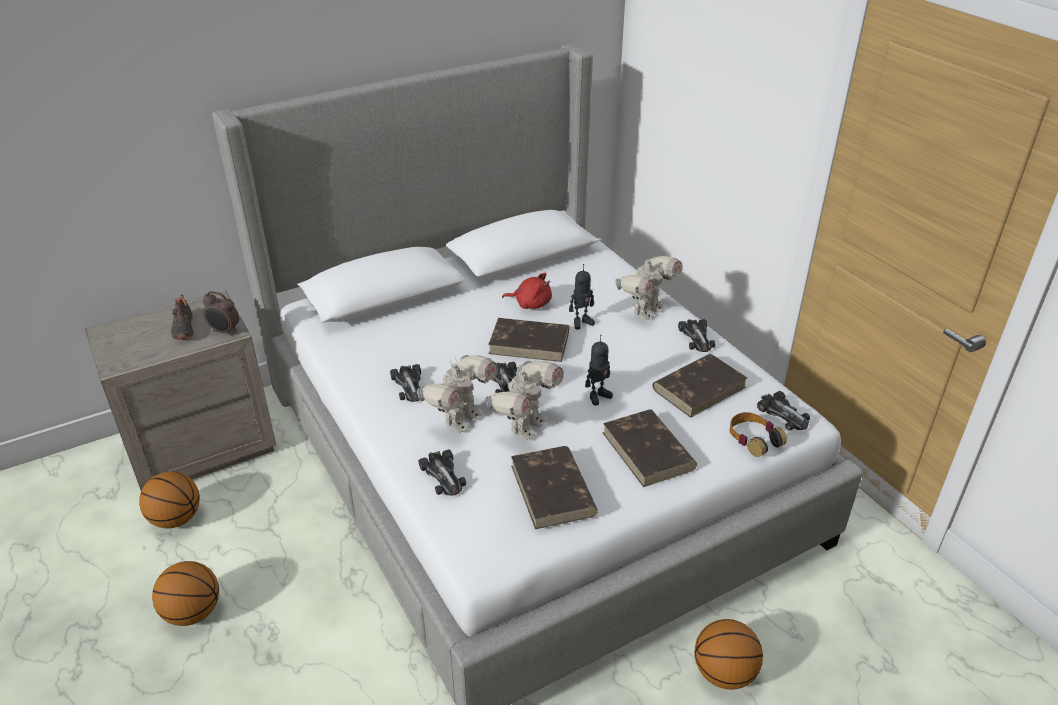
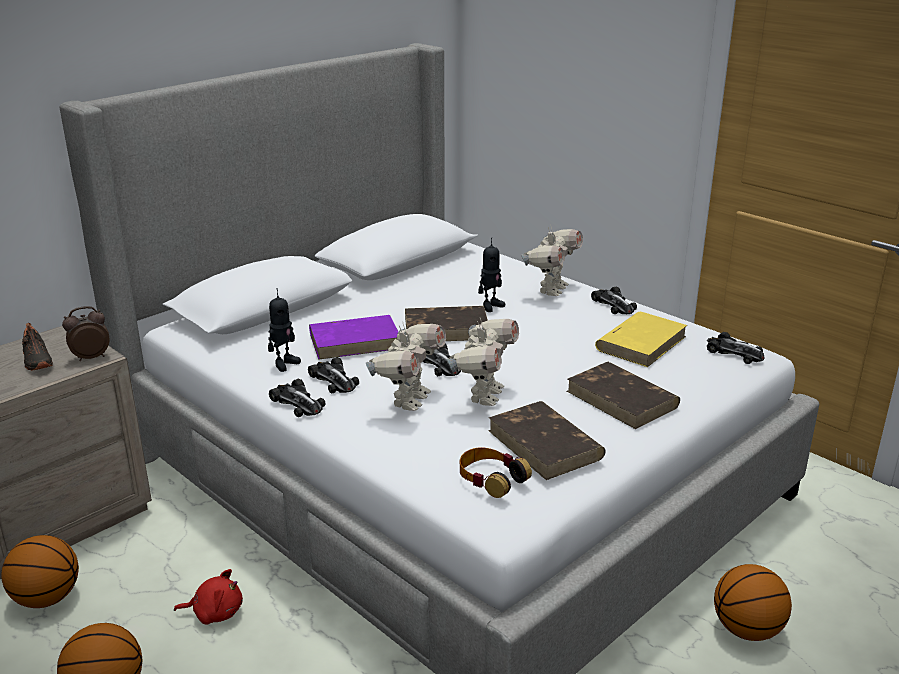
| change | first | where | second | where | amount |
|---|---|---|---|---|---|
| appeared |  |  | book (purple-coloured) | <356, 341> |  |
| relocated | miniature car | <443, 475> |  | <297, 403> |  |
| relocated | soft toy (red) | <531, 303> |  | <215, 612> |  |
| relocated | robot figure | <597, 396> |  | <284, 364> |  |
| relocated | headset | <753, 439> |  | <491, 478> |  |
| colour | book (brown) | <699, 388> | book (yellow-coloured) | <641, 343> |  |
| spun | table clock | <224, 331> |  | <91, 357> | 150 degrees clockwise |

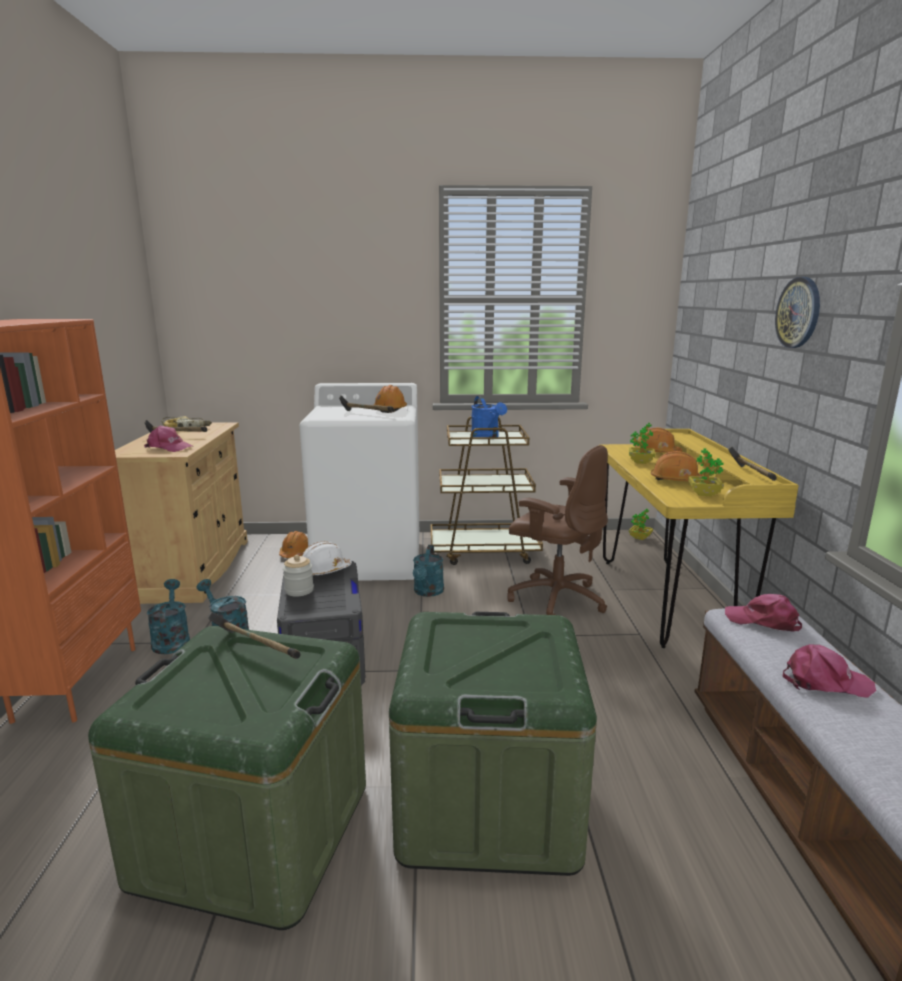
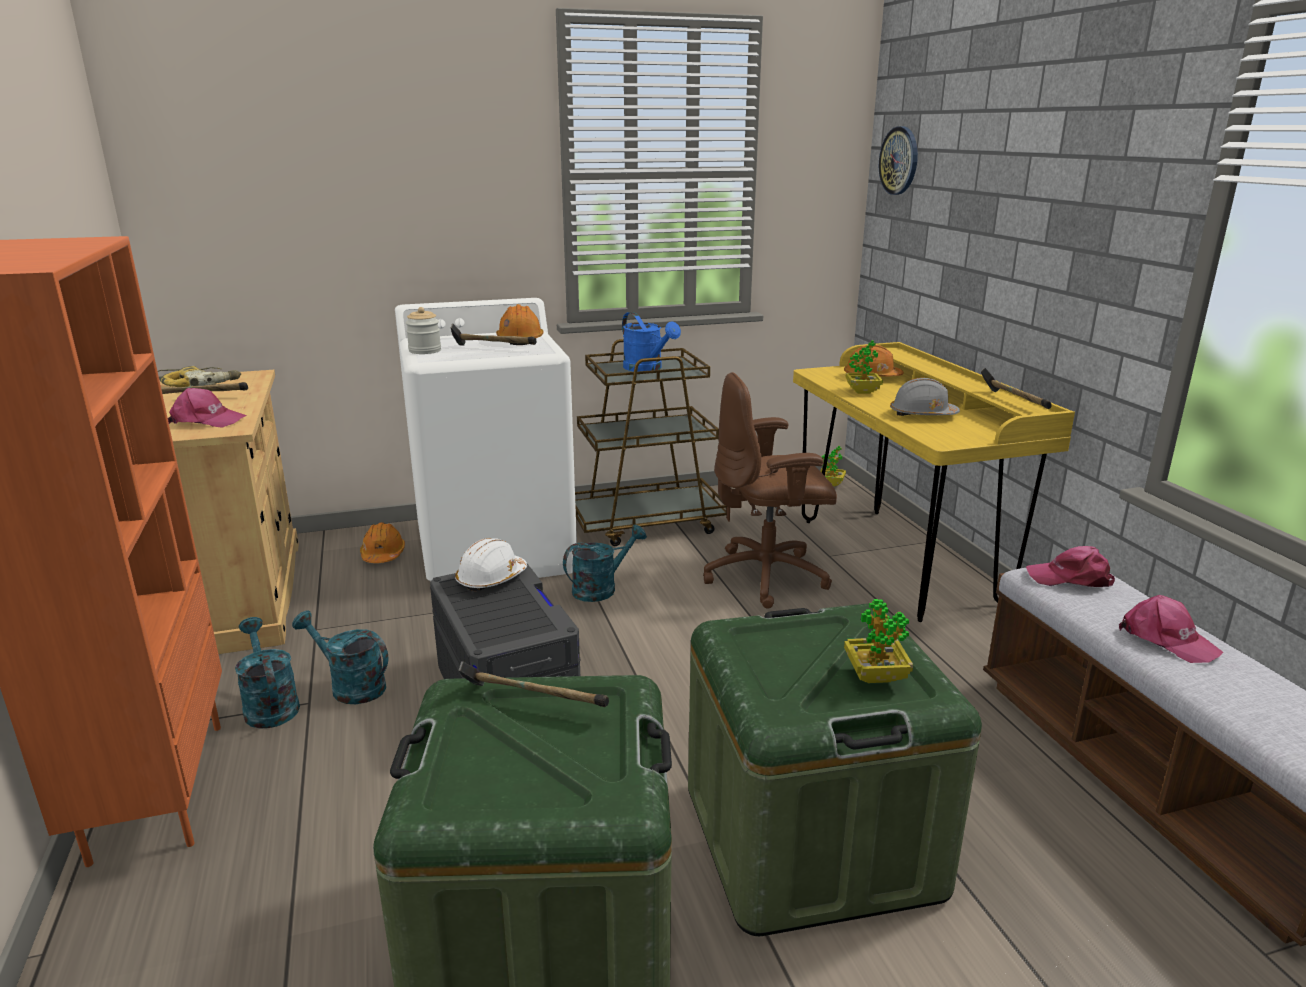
| change | first | where | second | where | amount |
|---|---|---|---|---|---|
| relocated | preserve jar | <299, 590> |  | <425, 351> |  |
| relocated | houseplant | <704, 494> |  | <875, 676> |  |
| relocated | wall clock | <798, 312> |  | <899, 160> |  |
| colour | hard hat (orange-coloured) | <676, 481> | hard hat (greyish) | <922, 415> |  |
| spun | watering can (turquoise-coloured) | <428, 592> |  | <601, 588> | 120 degrees counterclockwise |
| spun | office chair (brown) | <555, 599> |  | <768, 577> | 150 degrees clockwise |
| spun | cap (pink-coloured) | <824, 681> |  | <1166, 639> | 60 degrees clockwise |

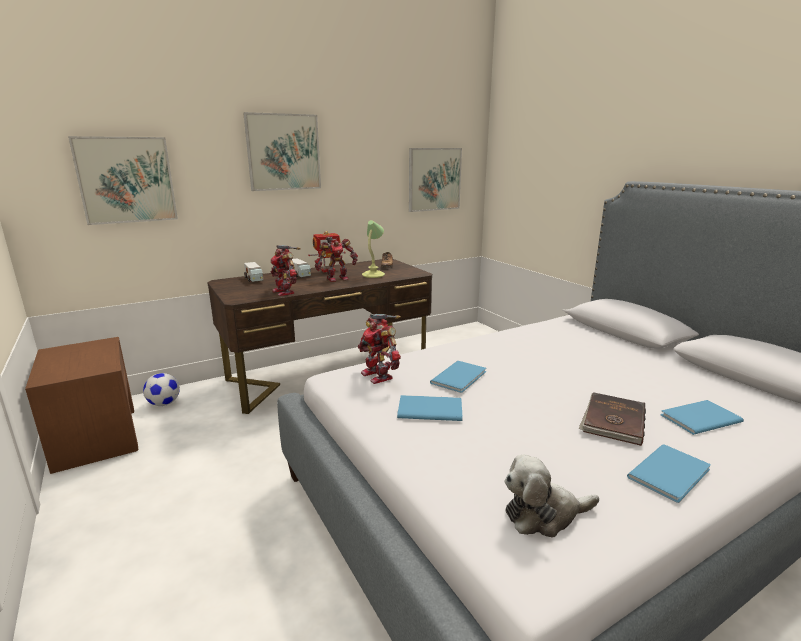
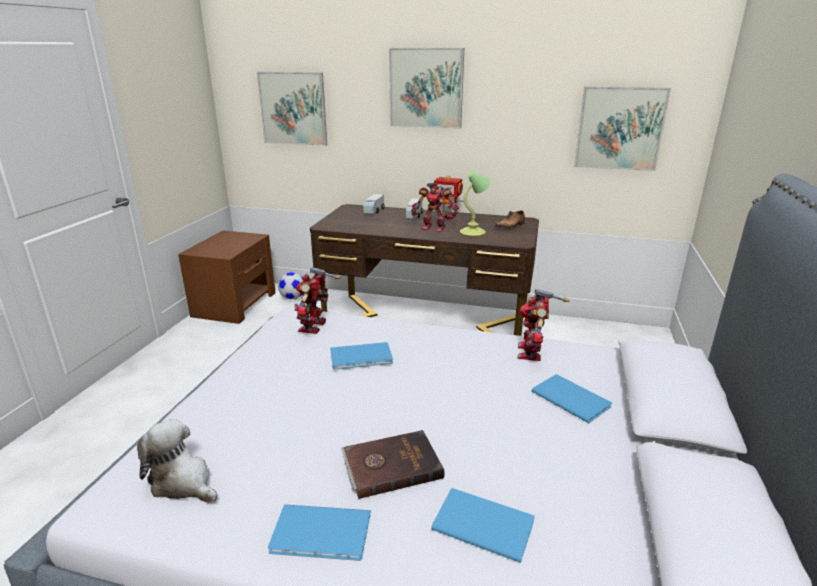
| change | first | where | second | where | amount |
|---|---|---|---|---|---|
| relocated | robot figure | <285, 292> |  | <532, 352> |  |
| relocated | book (bluish) | <428, 409> |  | <570, 397> |  |

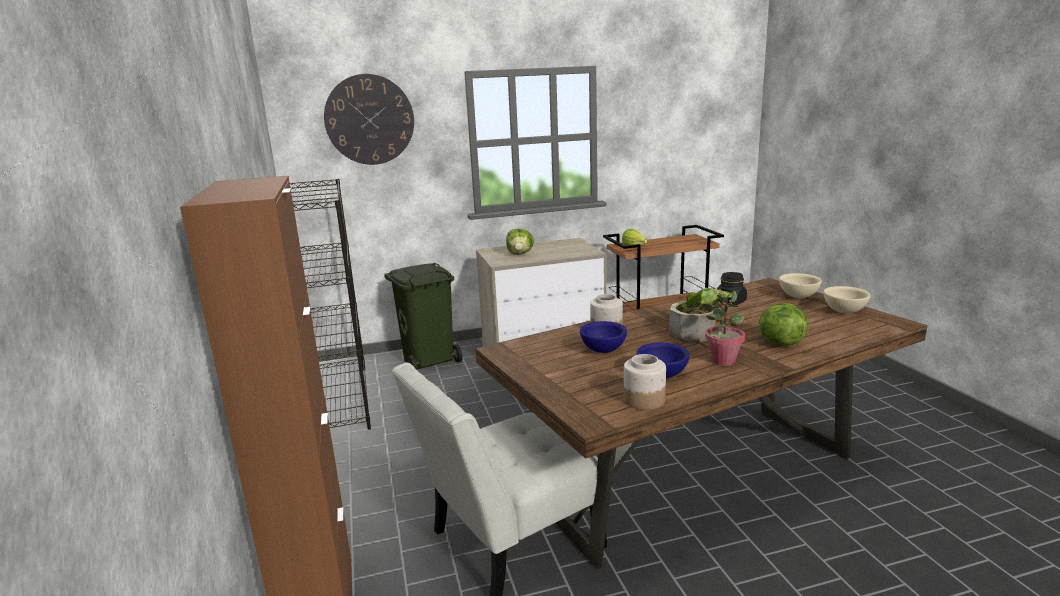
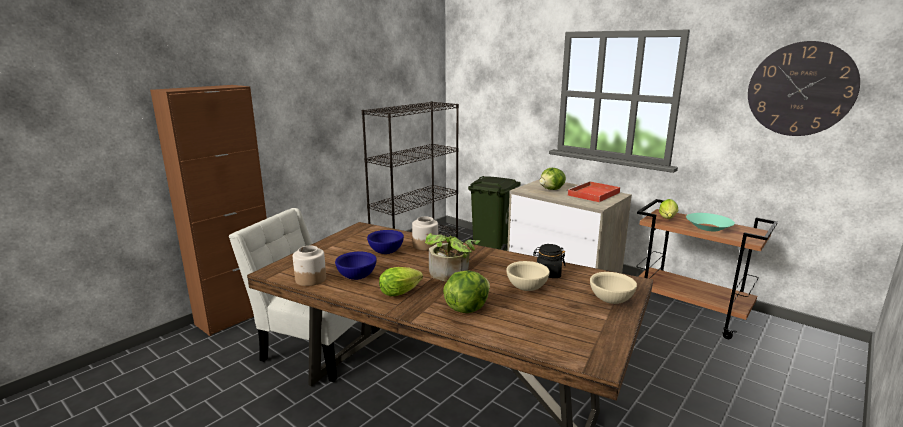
| change | first | where | second | where | amount |
|---|---|---|---|---|---|
| appeared |  |  | tray (red) | <593, 194> |  |
| appeared |  |  | serving bowl (turquoise-coloured) | <708, 227> |  |
| relocated | wall clock | <369, 120> |  | <800, 89> |  |
| relocated | serving bowl (beige-coloured) | <844, 311> |  | <526, 288> |  |
| exchanged | houseplant | <723, 361> | lettuce head | <402, 292> |  |

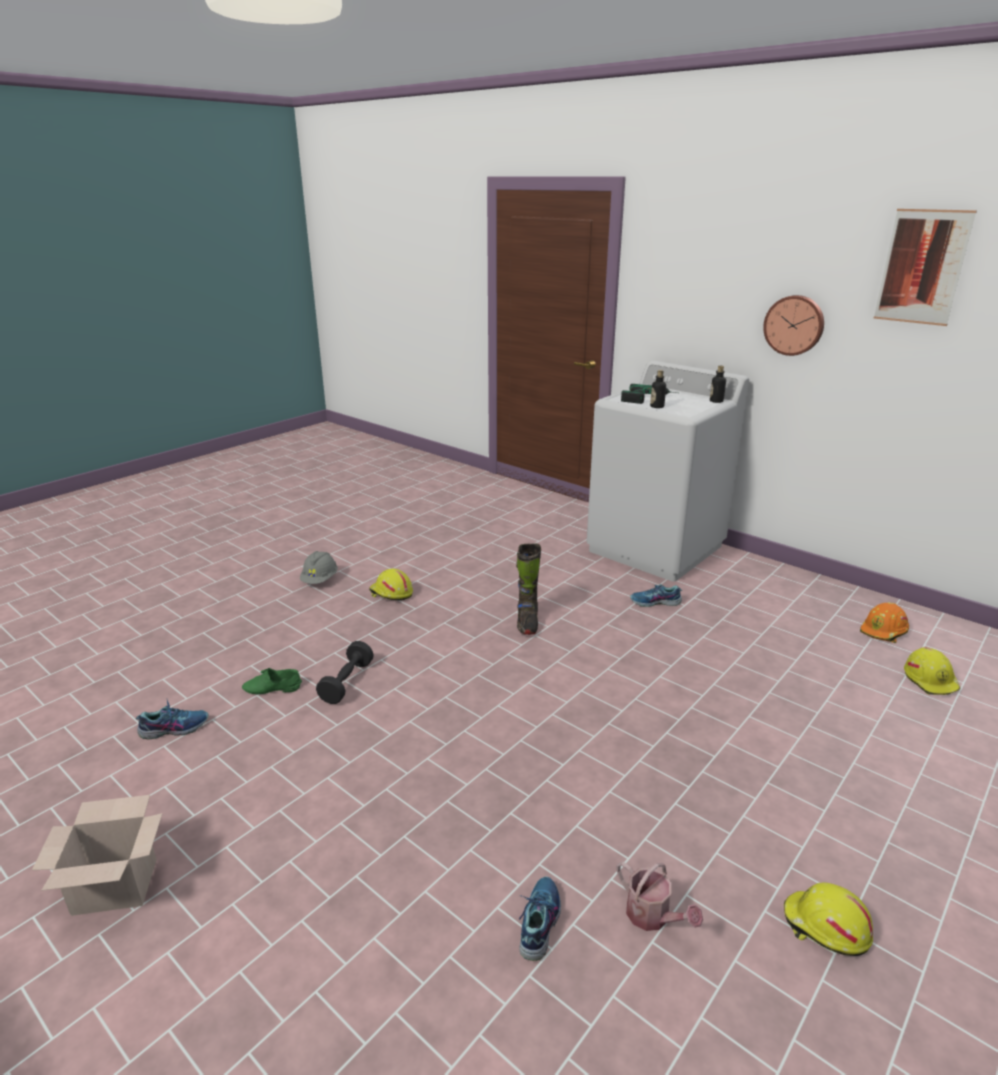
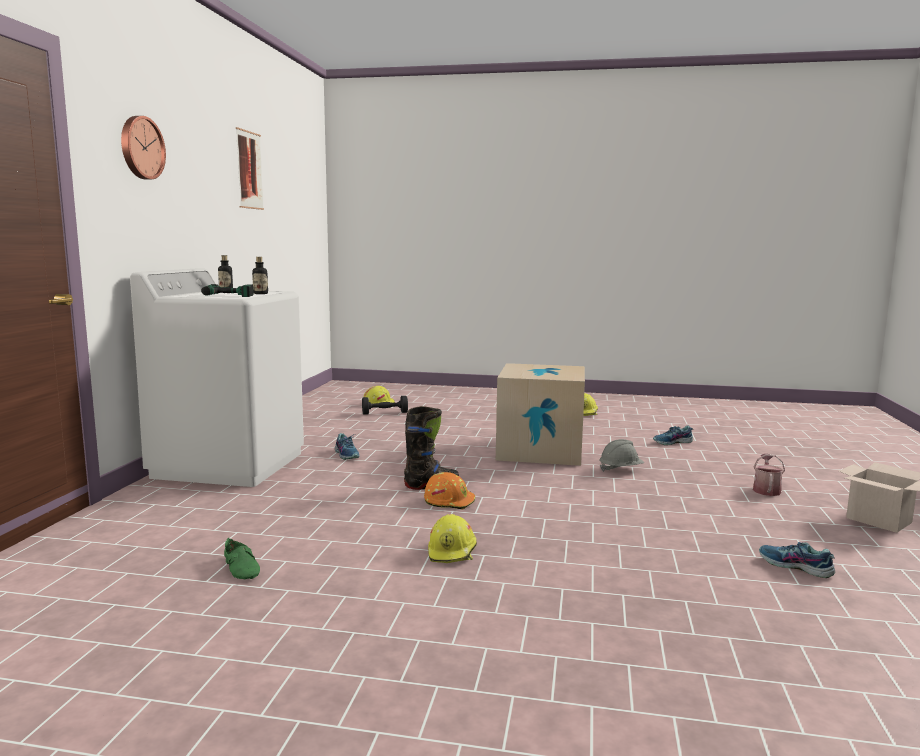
| change | first | where | second | where | amount |
|---|---|---|---|---|---|
| appeared |  |  | carton | <540, 450> |  |
| relocated | low shoe (green) | <272, 688> |  | <242, 568> |  |
| relocated | hard hat (greyish) | <320, 580> |  | <620, 469> |  |
| relocated | hand weight (blackish) | <347, 682> |  | <385, 413> |  |
| relocated | watering can | <653, 916> |  | <766, 489> |  |
| relocated | wall clock | <794, 325> |  | <141, 148> |  |
| relocated | hard hat (orange-coloured) | <884, 631> |  | <449, 501> |  |

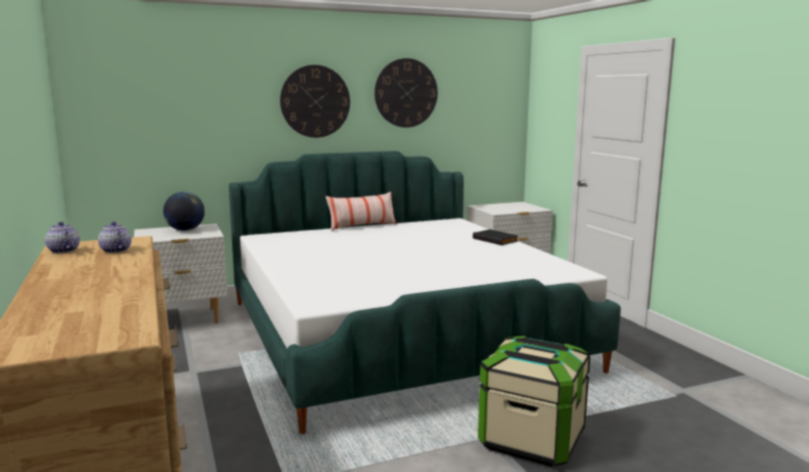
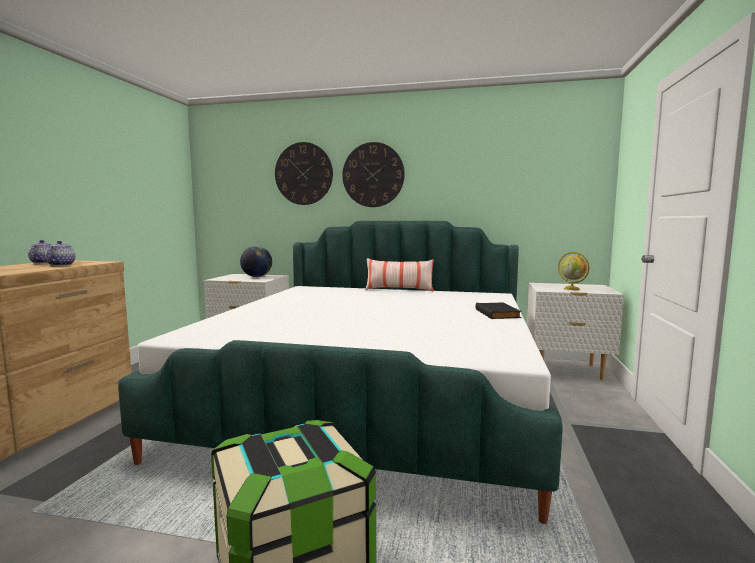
| change | first | where | second | where | amount |
|---|---|---|---|---|---|
| appeared |  |  | desk globe | <572, 289> |  |
| relocated | wall clock | <406, 93> |  | <303, 173> |  |

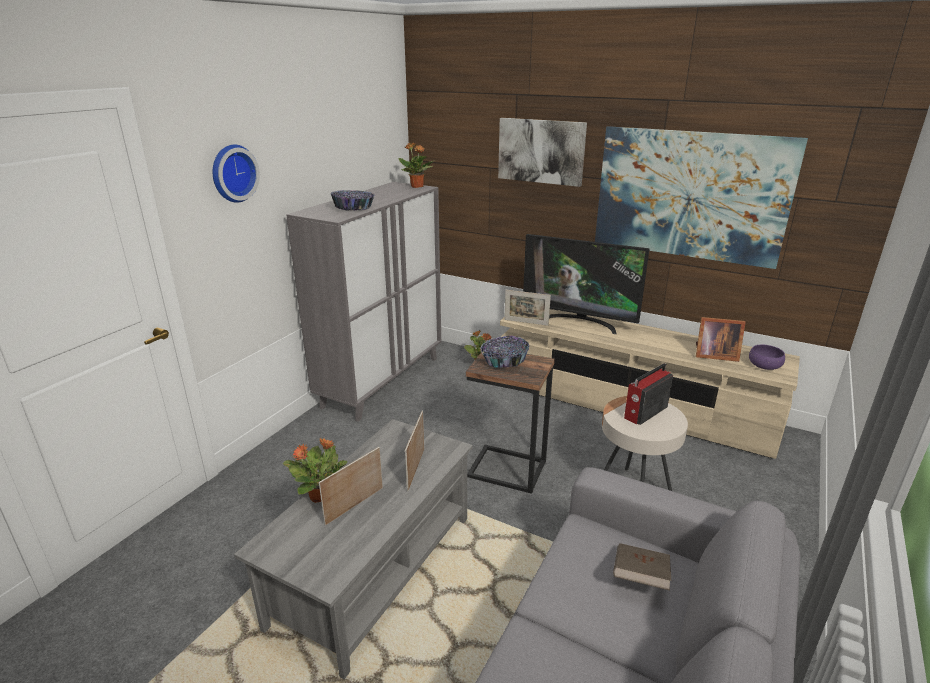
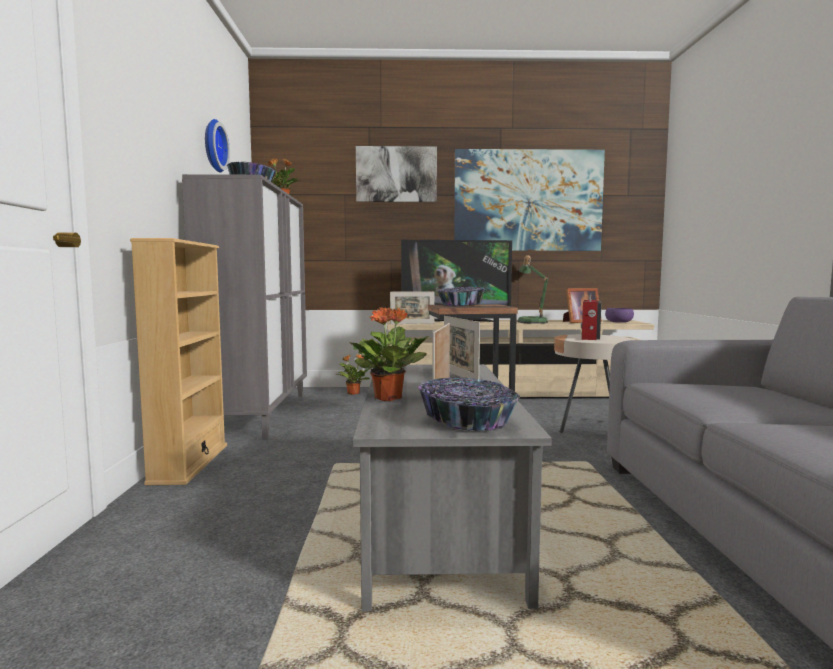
| change | first | where | second | where | amount |
|---|---|---|---|---|---|
| missing | book (brown) | <639, 578> |  |  |  |
| appeared |  |  | bookcase (beige-coloured) | <189, 463> |  |
| appeared |  |  | serving bowl | <467, 421> |  |
| appeared |  |  | lamp for a table | <531, 321> |  |
| relocated | wall clock | <232, 173> |  | <212, 146> |  |

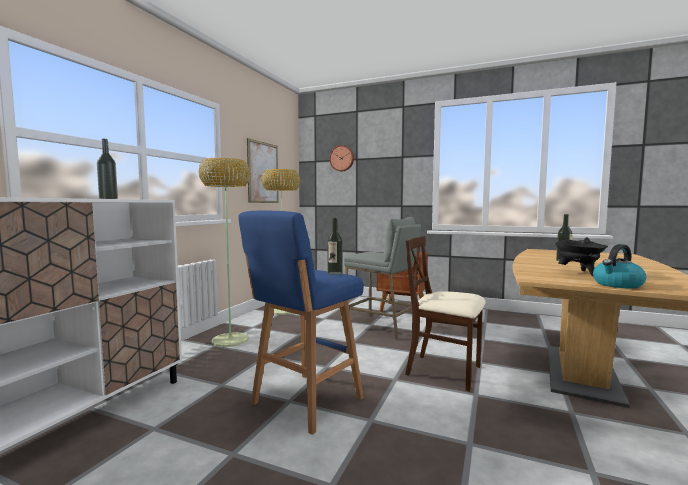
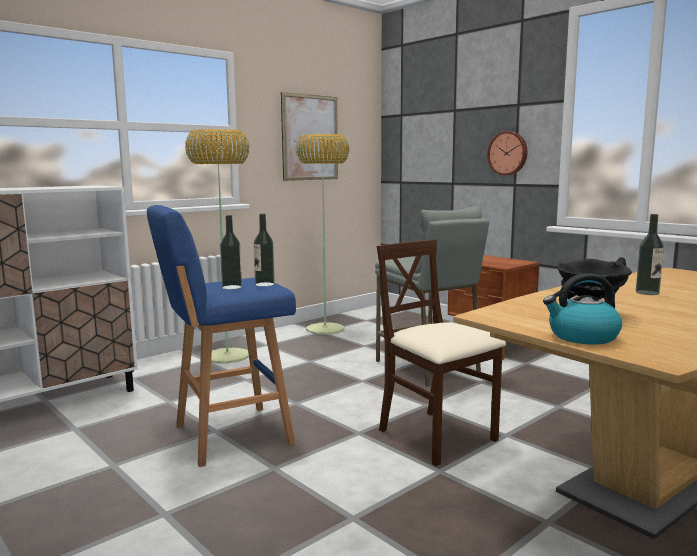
| change | first | where | second | where | amount |
|---|---|---|---|---|---|
| relocated | drink bottle | <108, 199> |  | <232, 287> |  |
| relocated | wall clock | <342, 158> |  | <508, 153> |  |

